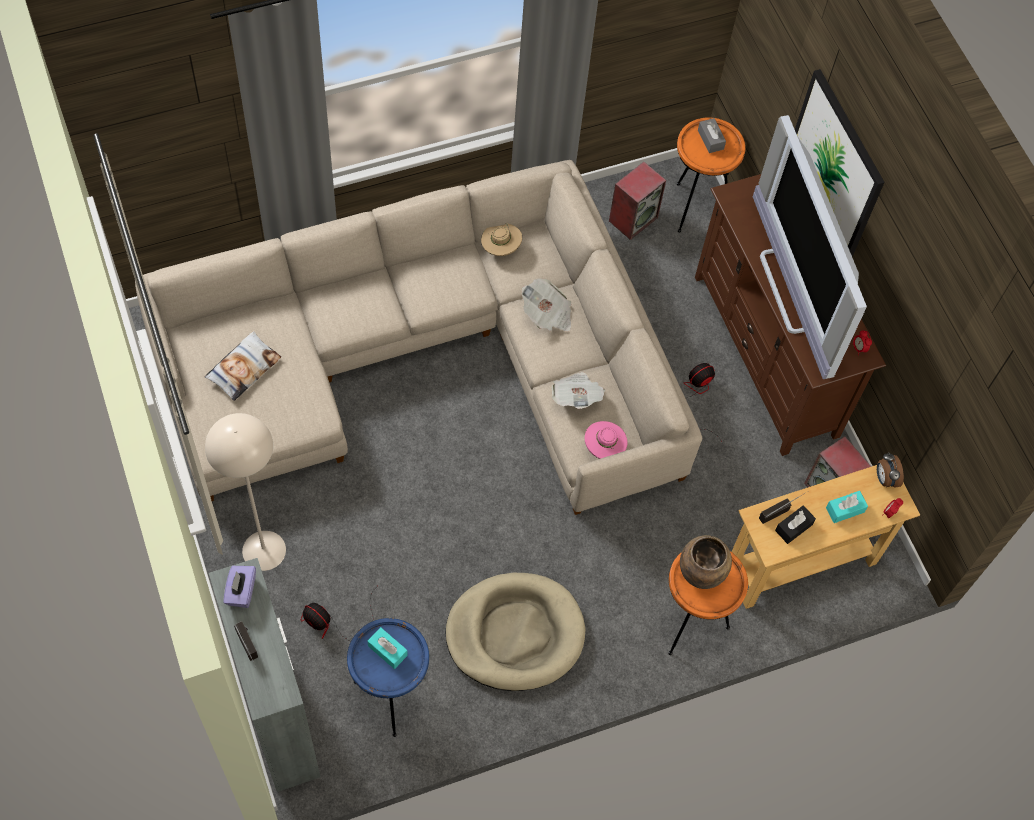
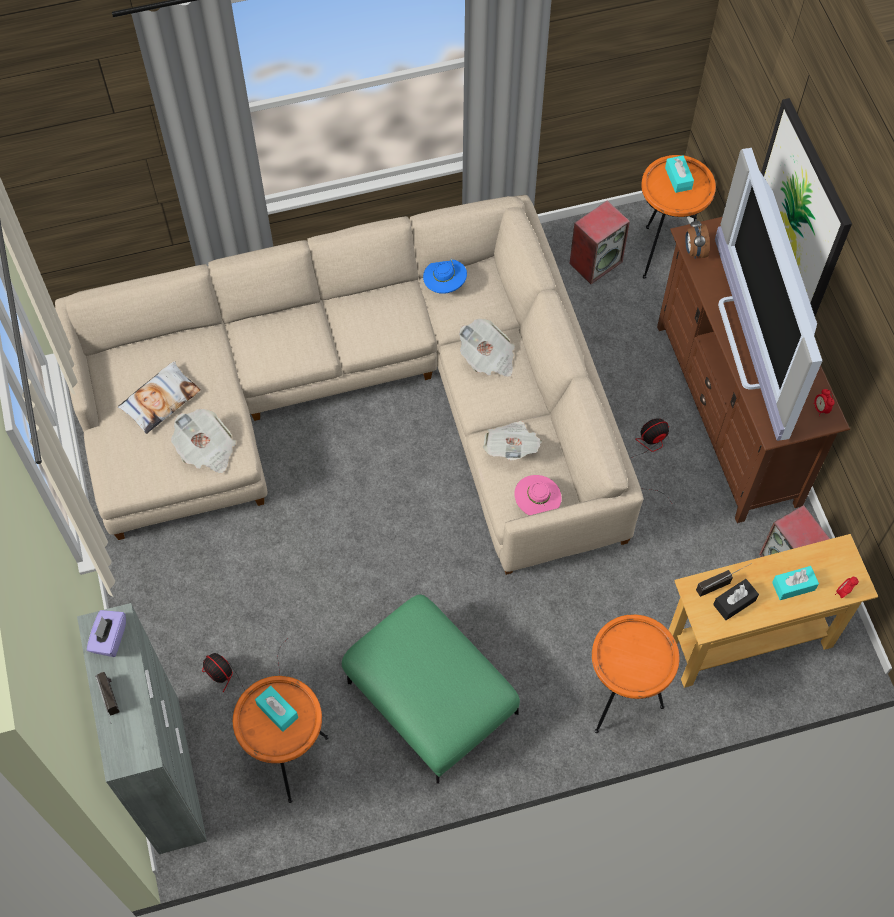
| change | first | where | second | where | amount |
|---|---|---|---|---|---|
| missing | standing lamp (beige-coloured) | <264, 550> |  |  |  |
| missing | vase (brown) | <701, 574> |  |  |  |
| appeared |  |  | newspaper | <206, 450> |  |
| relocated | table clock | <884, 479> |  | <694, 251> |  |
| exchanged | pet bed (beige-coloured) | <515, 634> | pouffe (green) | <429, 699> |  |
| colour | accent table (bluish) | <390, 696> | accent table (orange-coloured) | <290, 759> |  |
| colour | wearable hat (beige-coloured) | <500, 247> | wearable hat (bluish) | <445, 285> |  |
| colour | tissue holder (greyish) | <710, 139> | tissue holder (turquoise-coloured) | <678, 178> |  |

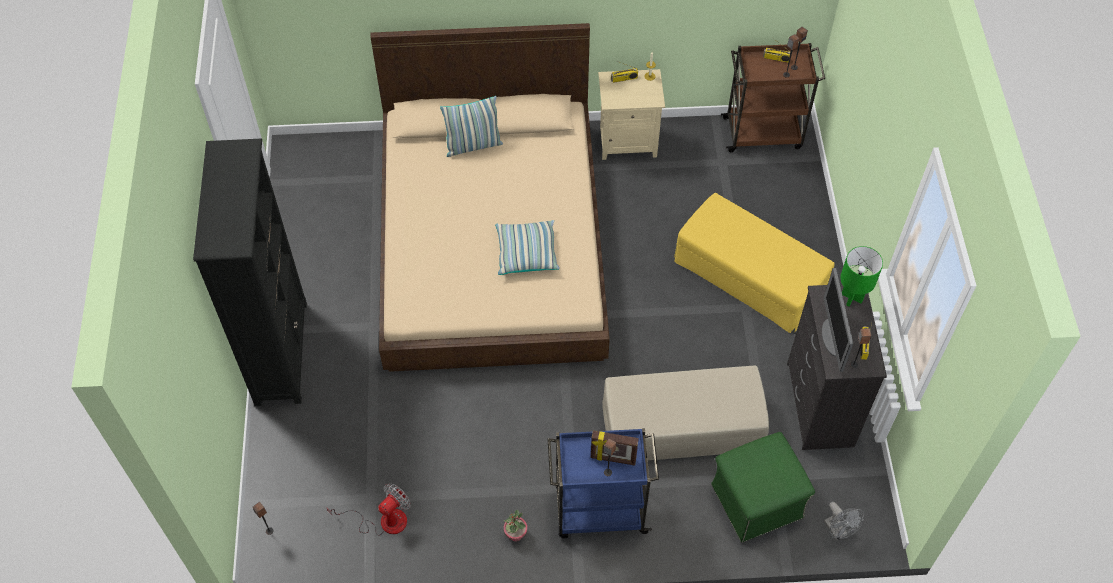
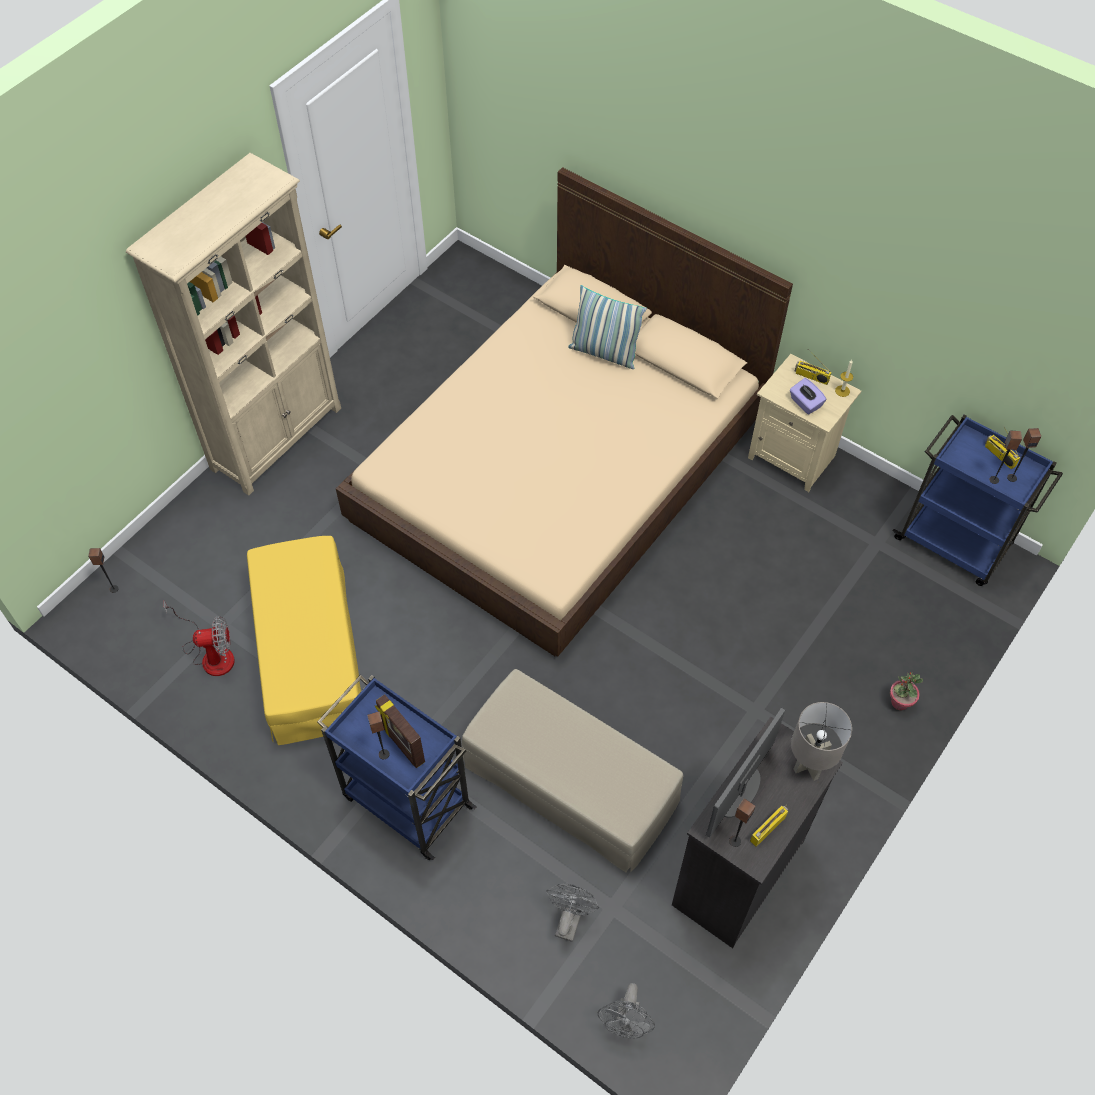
| change | first | where | second | where | amount |
|---|---|---|---|---|---|
| missing | throw pillow | <526, 253> |  |  |  |
| appeared |  |  | tissue holder (purple-coloured) | <805, 403> |  |
| relocated | houseplant | <515, 534> |  | <899, 702> |  |
| relocated | pouffe (yellow-coloured) | <750, 274> |  | <309, 651> |  |
| exchanged | pouffe (green) | <756, 501> | electric fan (greyish) | <569, 919> |  |
| colour | bookcase (blackish) | <281, 352> | bookcase (beige-coloured) | <277, 437> |  |
| colour | cart (brown) | <764, 133> | cart (bluish) | <955, 543> |  |
| colour | lamp for a table (green) | <852, 297> | lamp for a table (greyish) | <809, 766> |  |

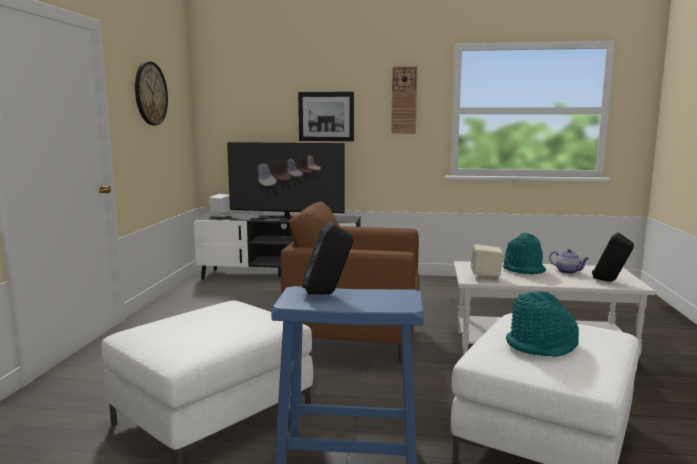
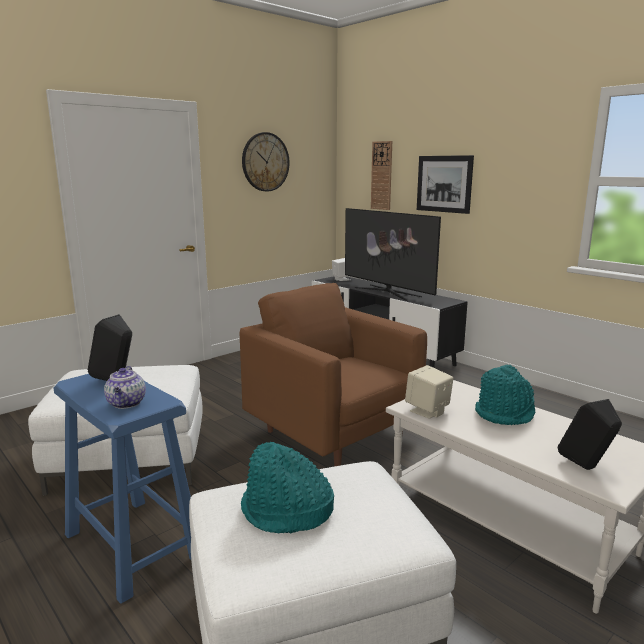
| change | first | where | second | where | amount |
|---|---|---|---|---|---|
| relocated | wall clock | <404, 100> |  | <381, 175> |  |
| relocated | teapot | <568, 272> |  | <127, 403> |  |

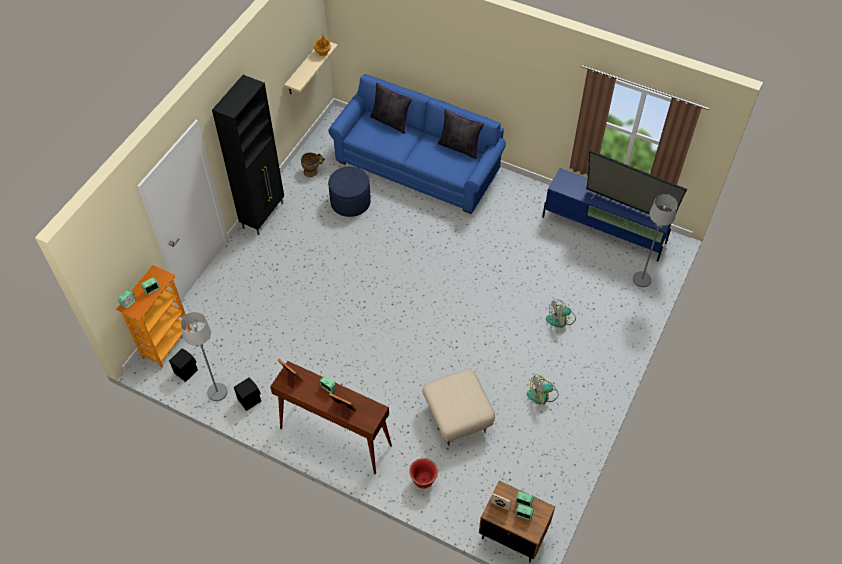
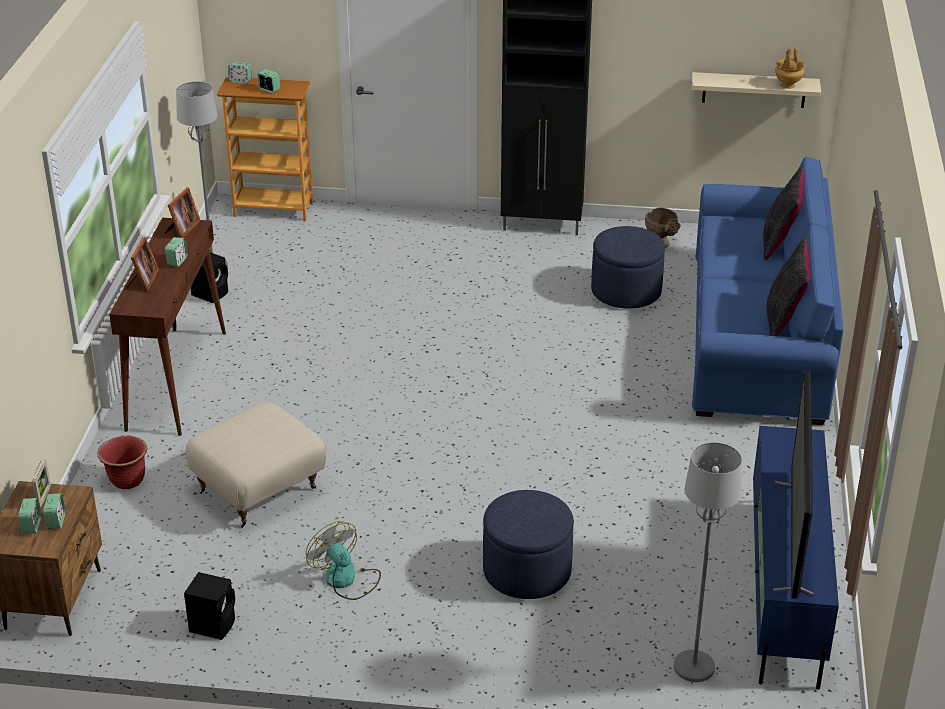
| change | first | where | second | where | amount |
|---|---|---|---|---|---|
| relocated | audio speaker (blackish) | <185, 371> |  | <213, 624> |  |
| exchanged | electric fan | <561, 319> | pouffe (bluish) | <527, 571> |  |

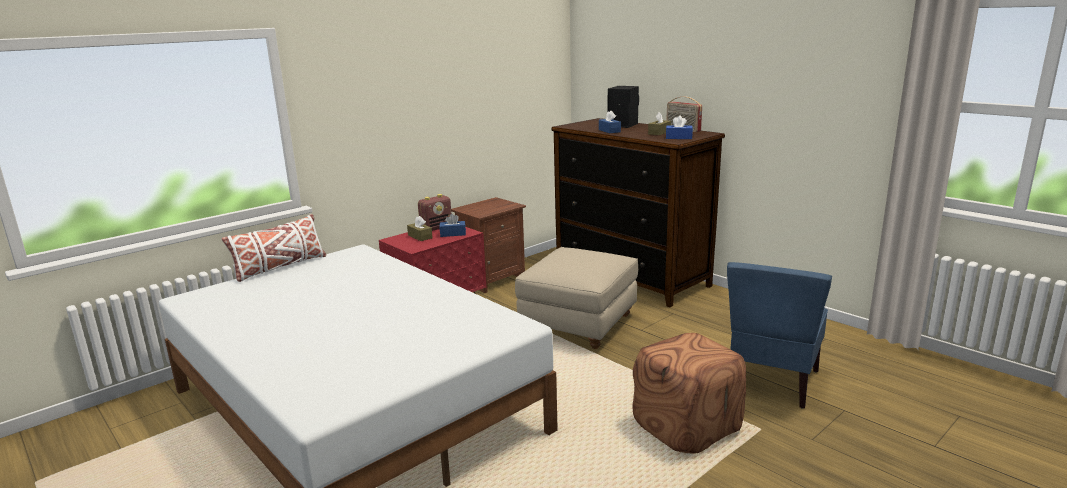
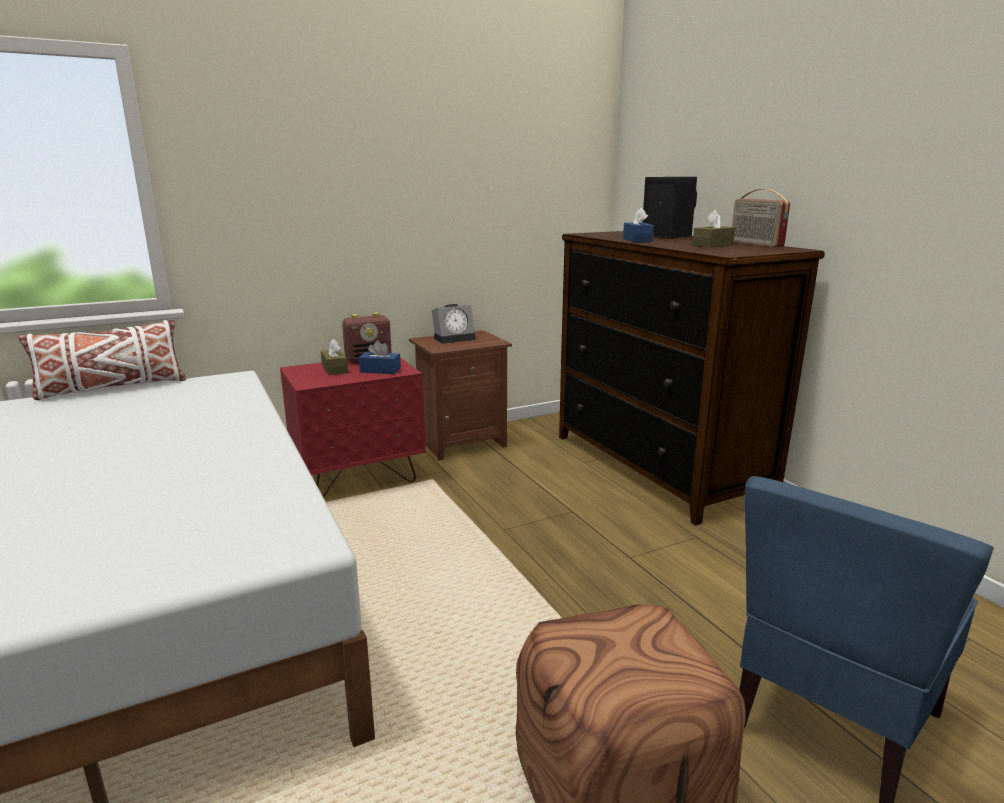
| change | first | where | second | where | amount |
|---|---|---|---|---|---|
| missing | pouffe (beige-coloured) | <579, 325> |  |  |  |
| missing | tissue holder (bluish) | <678, 137> |  |  |  |
| appeared |  |  | table clock | <455, 338> |  |

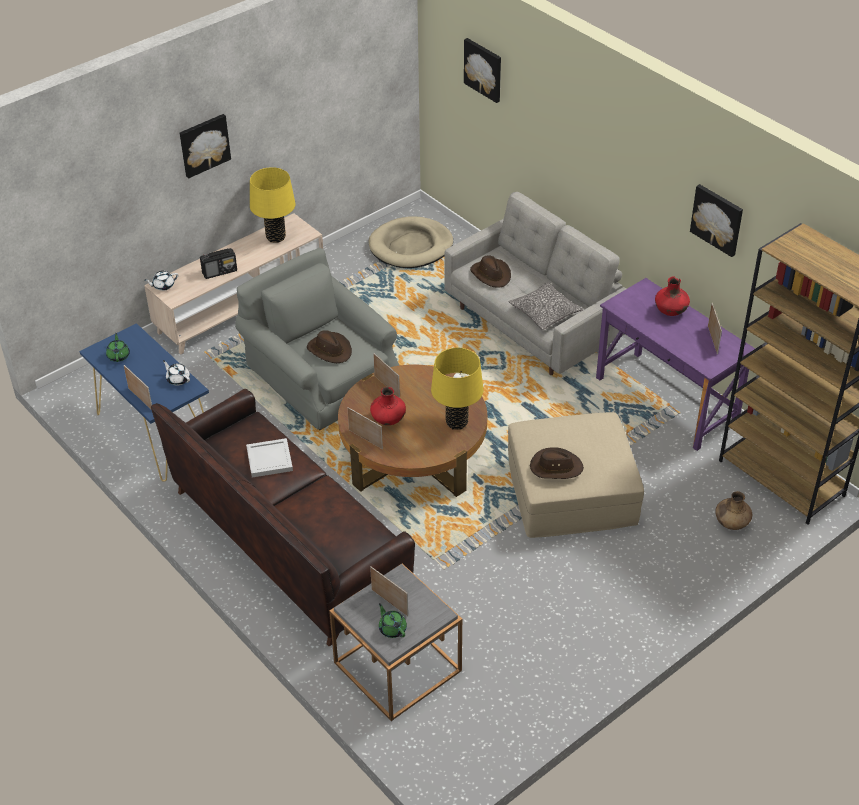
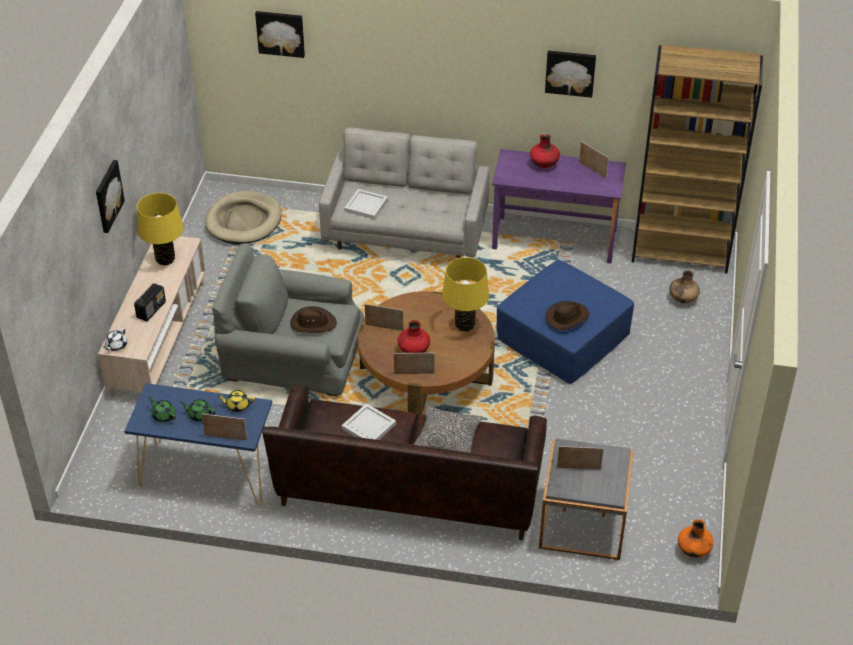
| change | first | where | second | where | amount |
|---|---|---|---|---|---|
| appeared |  |  | vase (orange-coloured) | <693, 550> |  |
| relocated | teapot (green) | <392, 628> |  | <199, 415> |  |
| relocated | throw pillow | <545, 312> |  | <448, 437> |  |
| exchanged | wearable hat (brown) | <491, 274> | tray (white-coloured) | <366, 205> |  |
| colour | teapot (white-coloured) | <178, 379> | teapot (yellow-coloured) | <237, 406> |  |
| colour | pouffe (beige-coloured) | <572, 491> | pouffe (bluish) | <563, 336> |  |

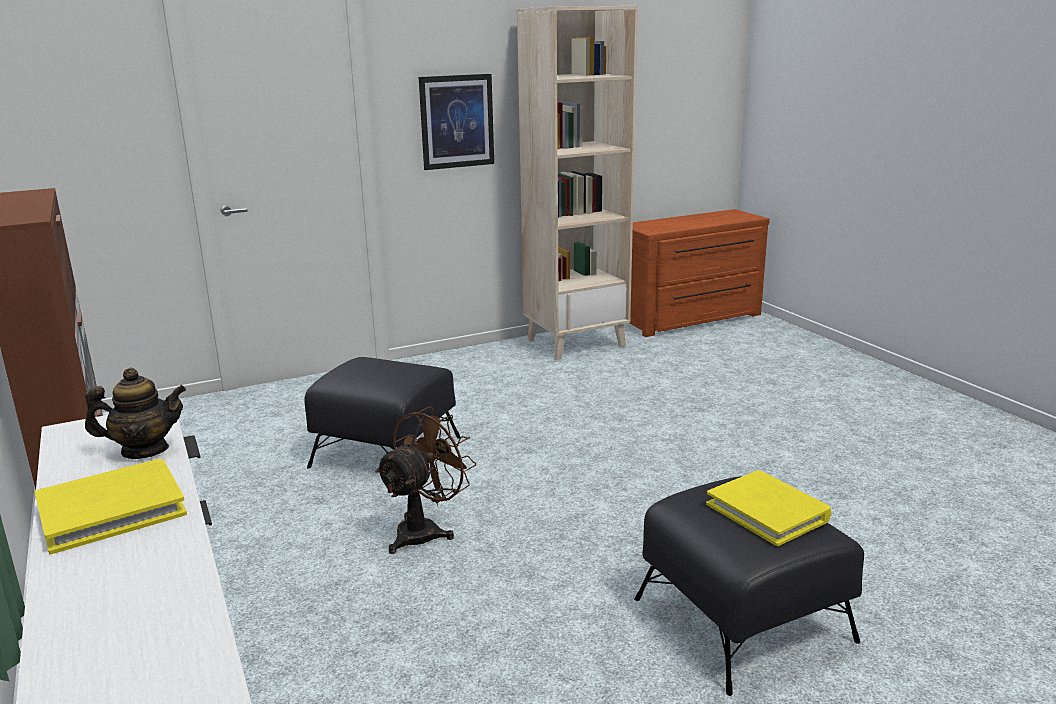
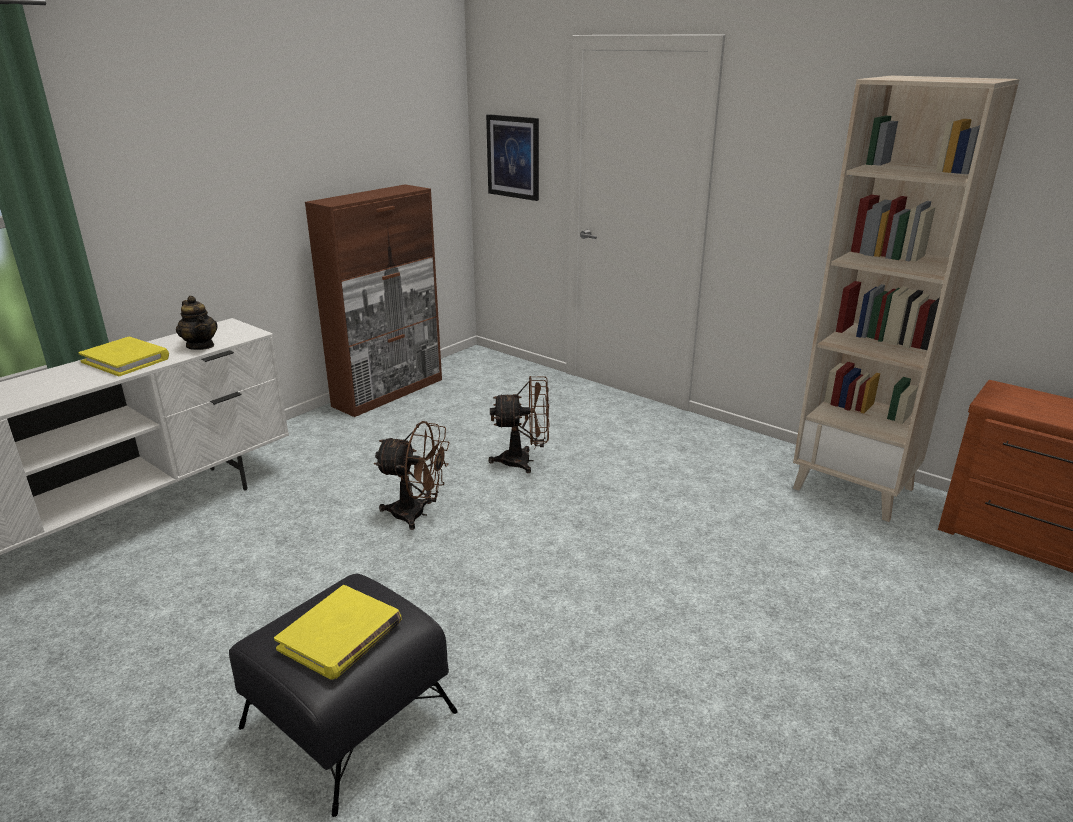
| change | first | where | second | where | amount |
|---|---|---|---|---|---|
| relocated | wall art | <456, 121> |  | <513, 157> |  |
| exchanged | pouffe (blackish) | <385, 451> | electric fan (brown) | <524, 461> |  |

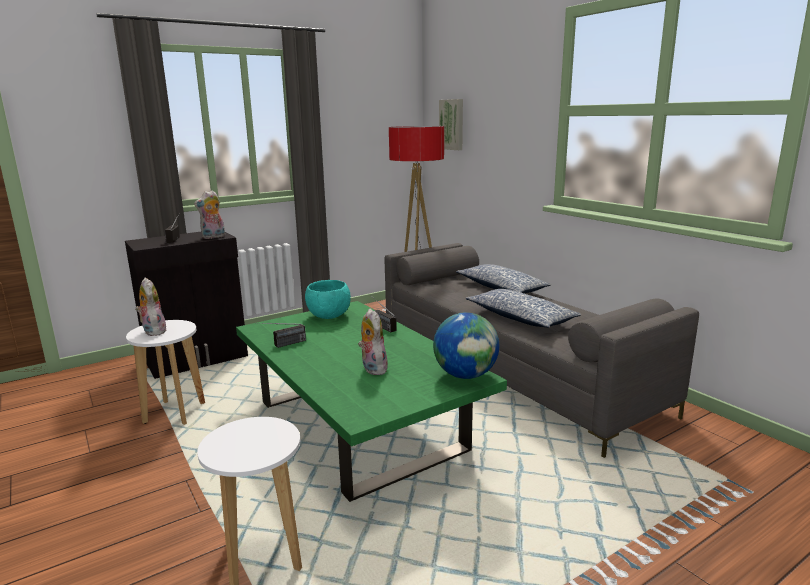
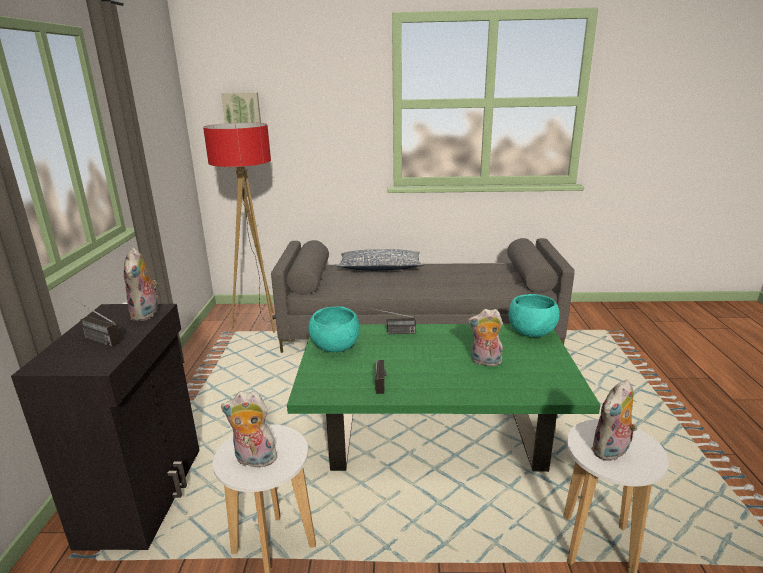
| change | first | where | second | where | amount |
|---|---|---|---|---|---|
| missing | throw pillow | <520, 318> |  |  |  |
| appeared |  |  | soft toy | <611, 452> |  |
| exchanged | desk globe | <465, 375> | serving bowl (turquoise-coloured) | <531, 333> |  |

